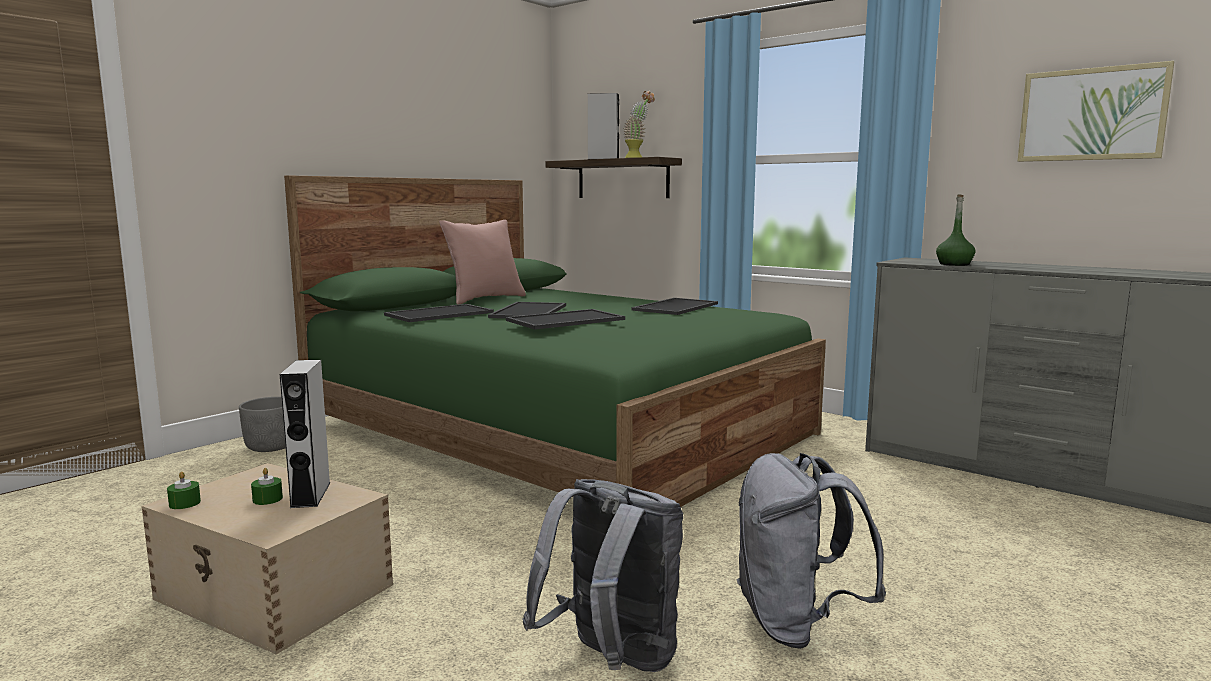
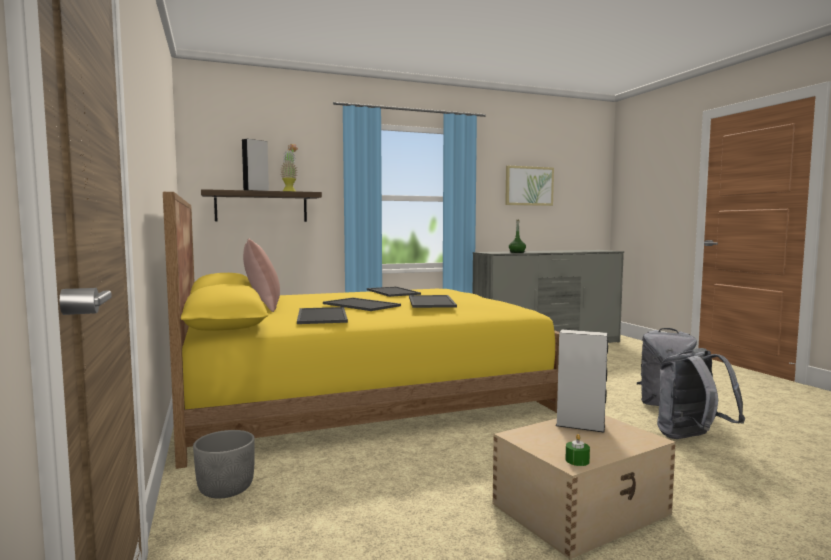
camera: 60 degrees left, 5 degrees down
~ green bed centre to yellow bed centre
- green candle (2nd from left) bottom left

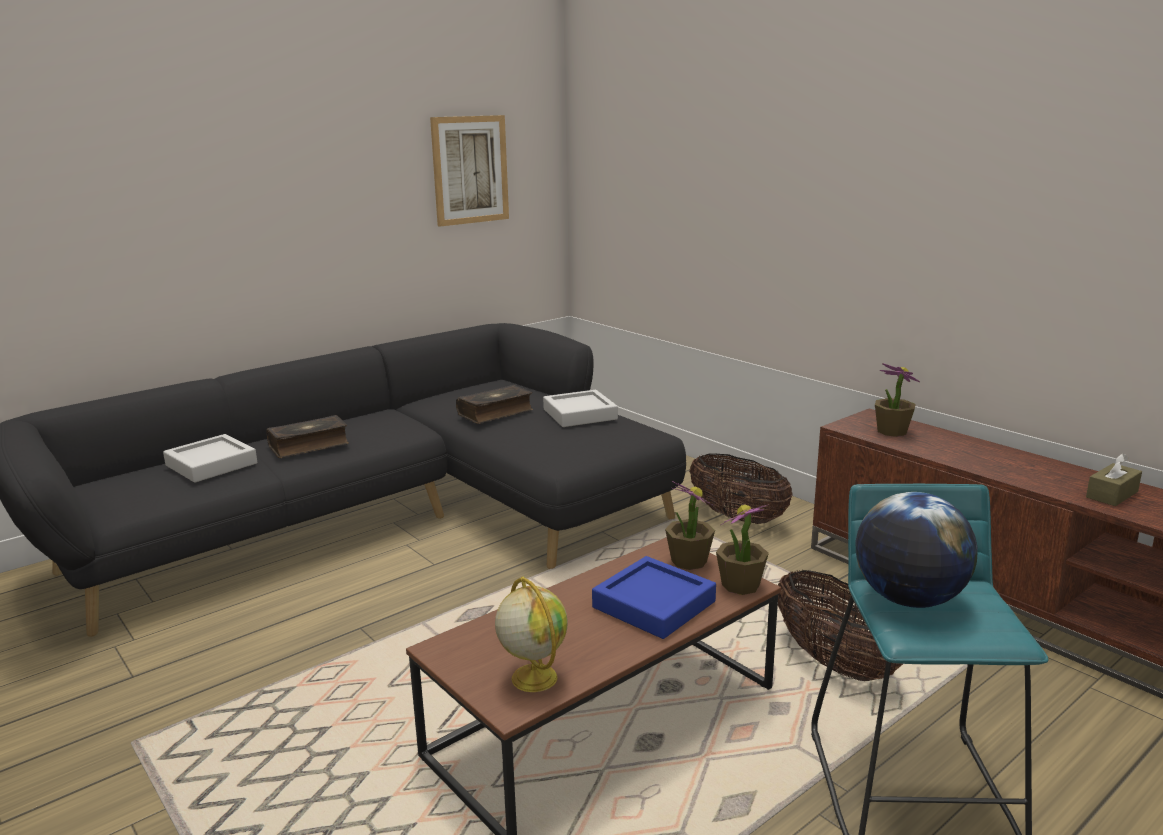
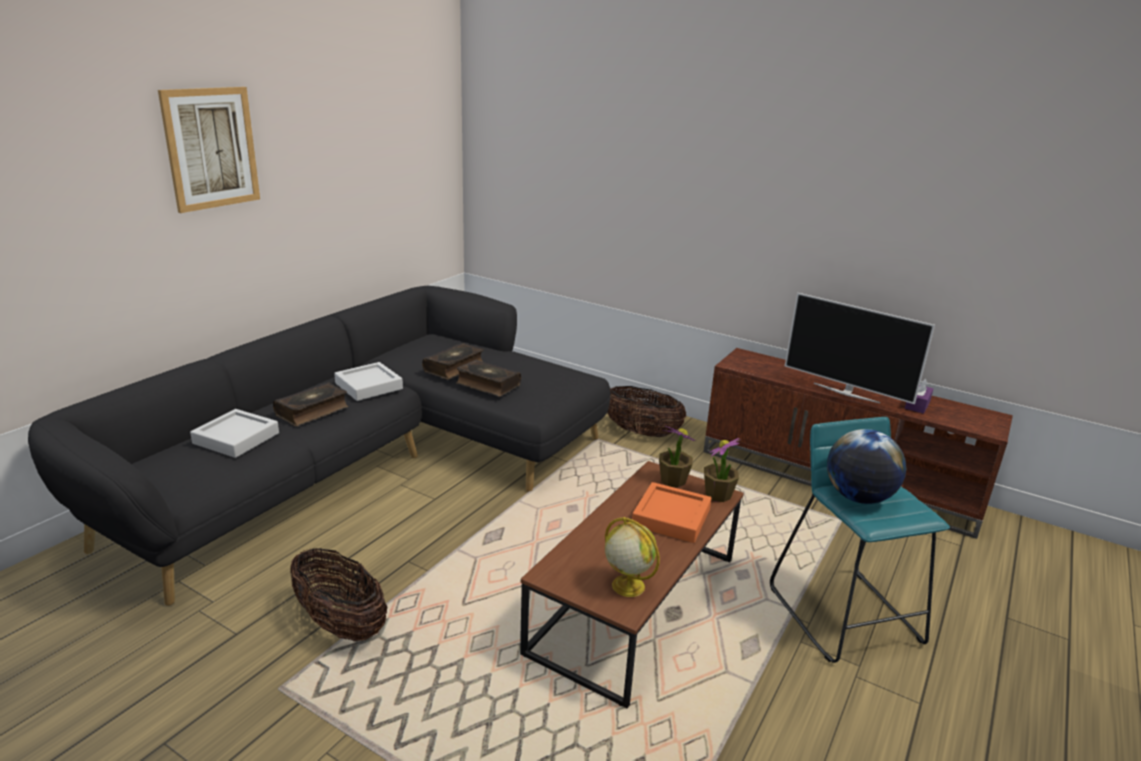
camera: 20 degrees left, 5 degrees up
~ picture top centre to top left
- potted plant (3rd from left) middle right
~ grey tray (2nd from left) centre to middle left
~ brown tissue box middle right to purple tissue box middle right
~ blue tray bottom centre to orange tray bottom centre
~ basket (2nd from left in the first image) bottom right to basket (1st from left) bottom left
+ television middle right
+ book (3rd from left) centre

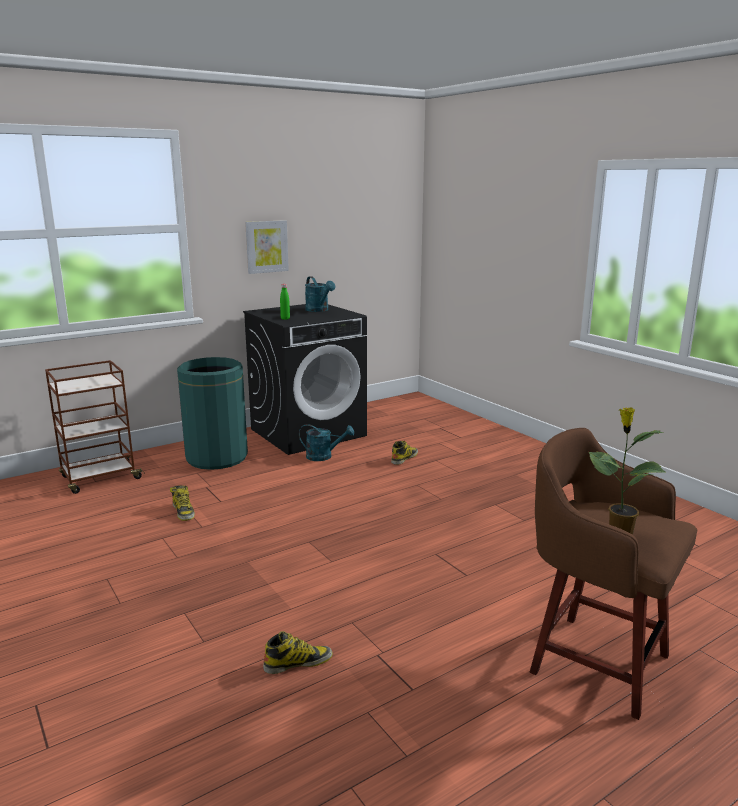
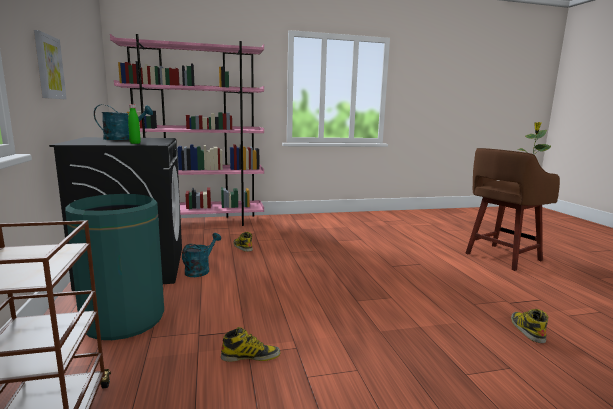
camera: 70 degrees left, 5 degrees down
+ pink bookcase top left

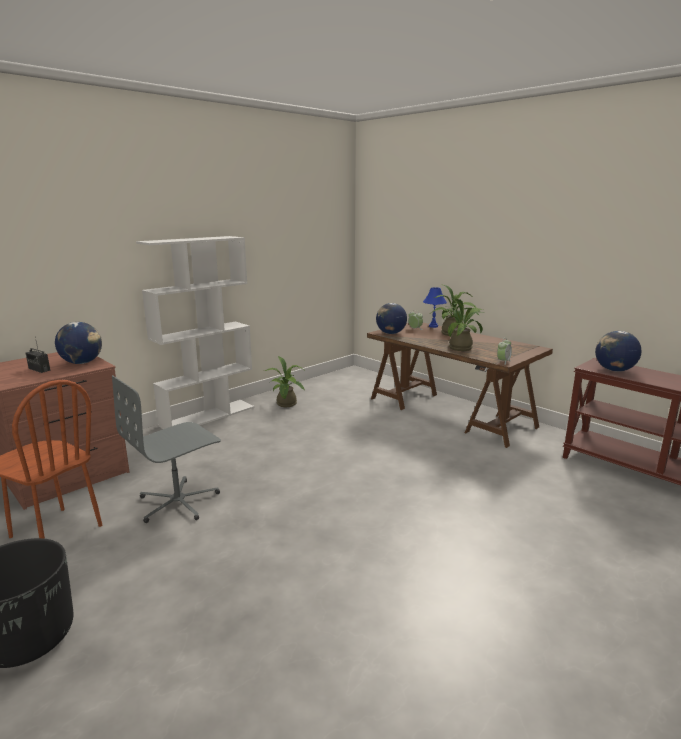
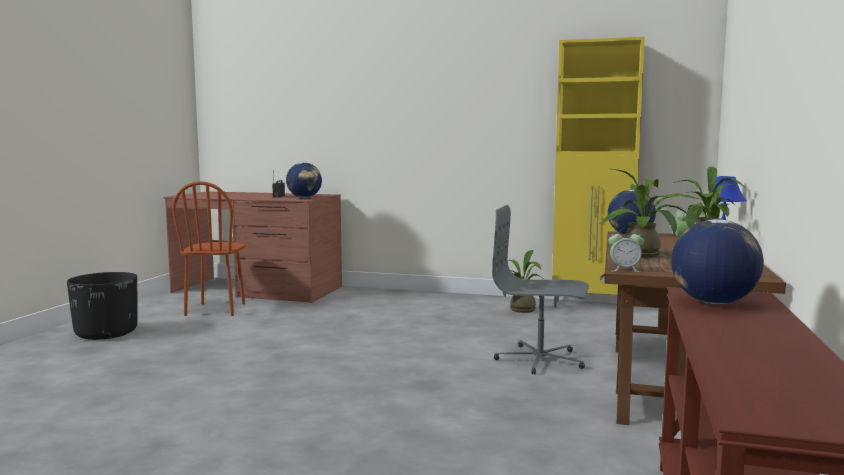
camera: 60 degrees right, 10 degrees down
- white bookcase middle left
~ grey office chair middle left to centre
+ yellow cabinet middle right

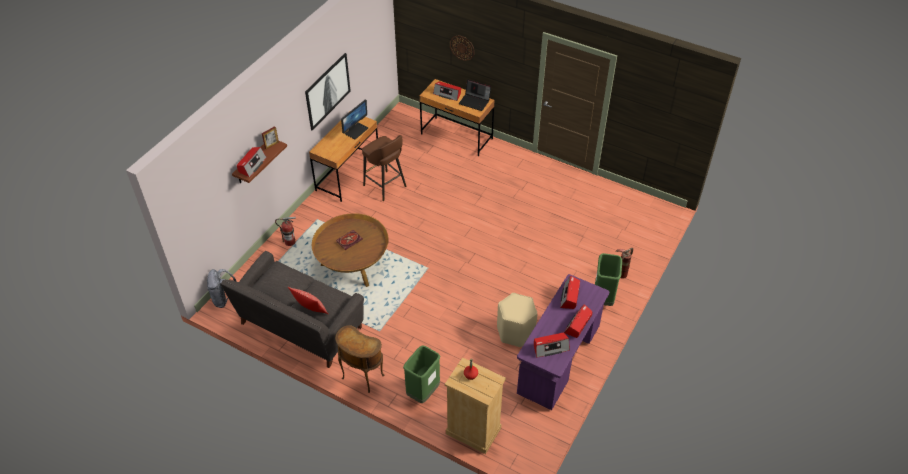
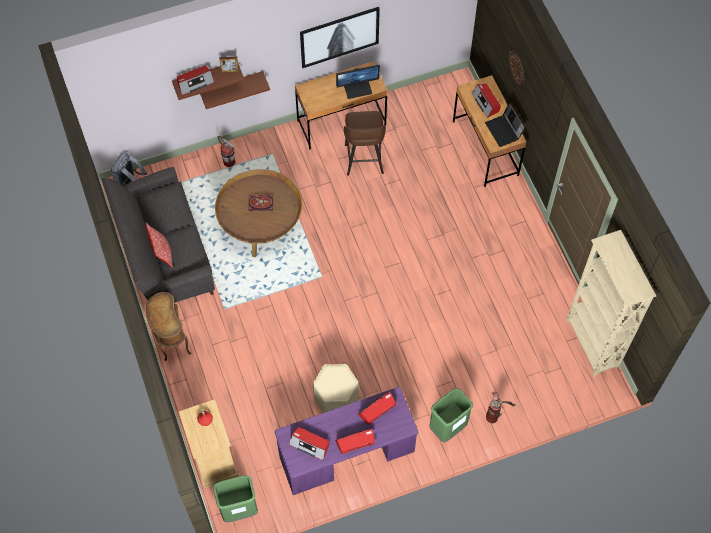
camera: 40 degrees right, 15 degrees up
~ green trash can (1st from left) bottom centre to bottom left
+ brown shelf (2nd from left) top left
+ beige bookcase middle right

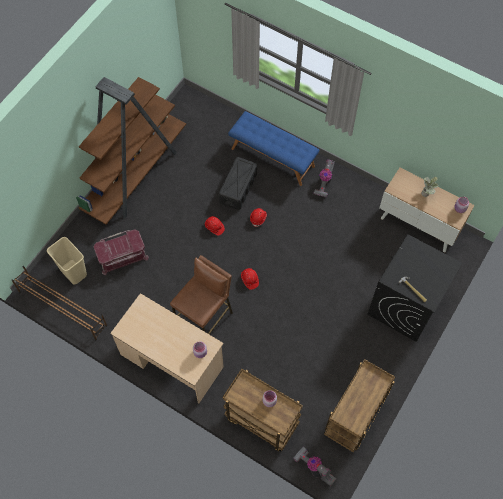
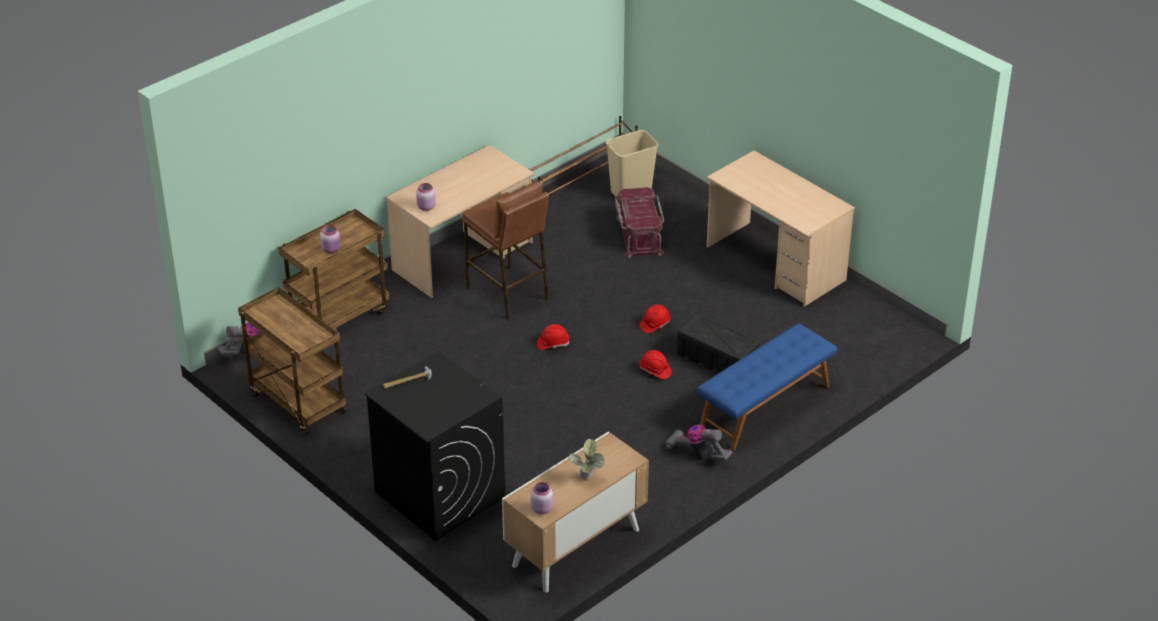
camera: 105 degrees right, 25 degrees down
~ brown bookcase top left to beige desk (2nd from left) middle right

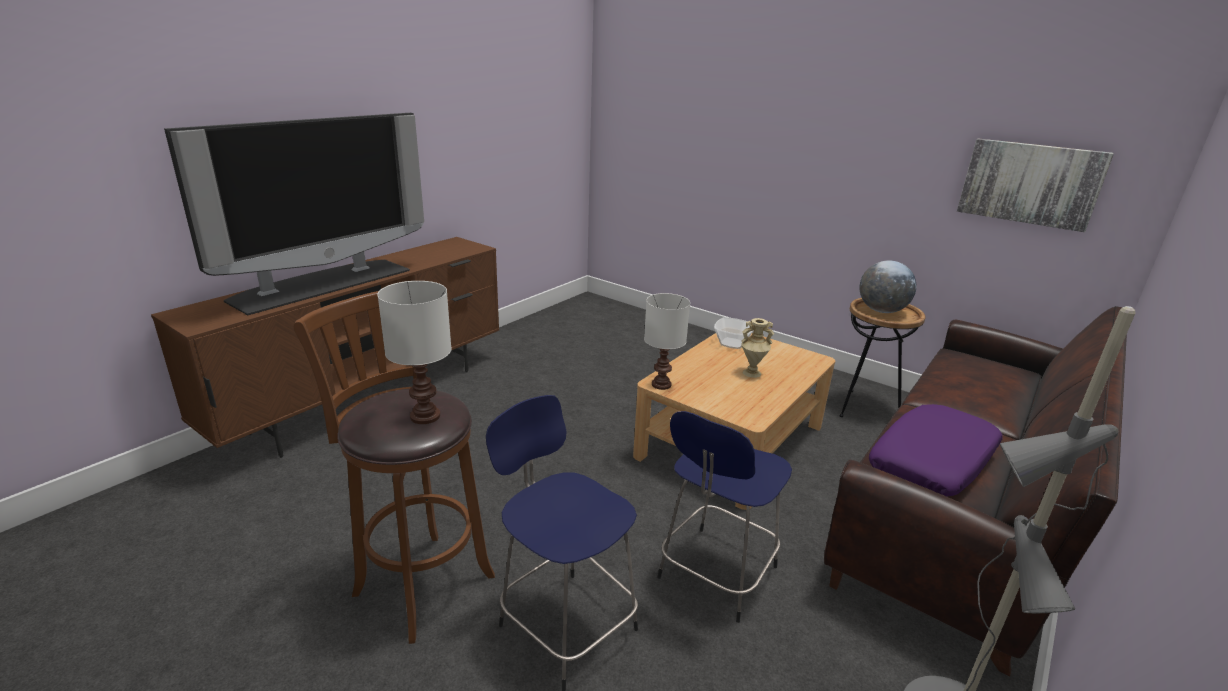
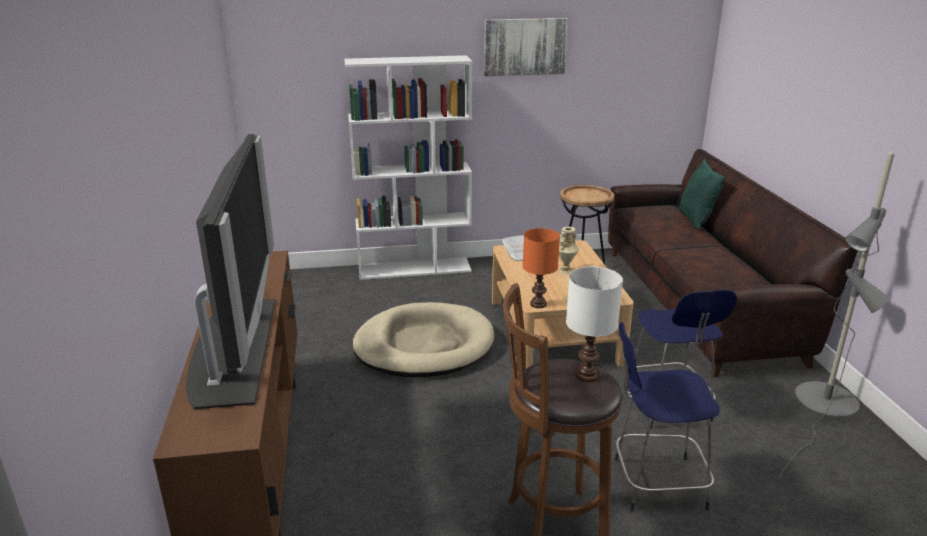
camera: 45 degrees left, 0 degrees up
~ picture top right to top centre
- globe middle right
~ white table lamp (2nd from left) centre to orange table lamp centre
- purple pillow middle right
+ white bookcase top centre
+ green pillow middle right
+ beige dog bed centre

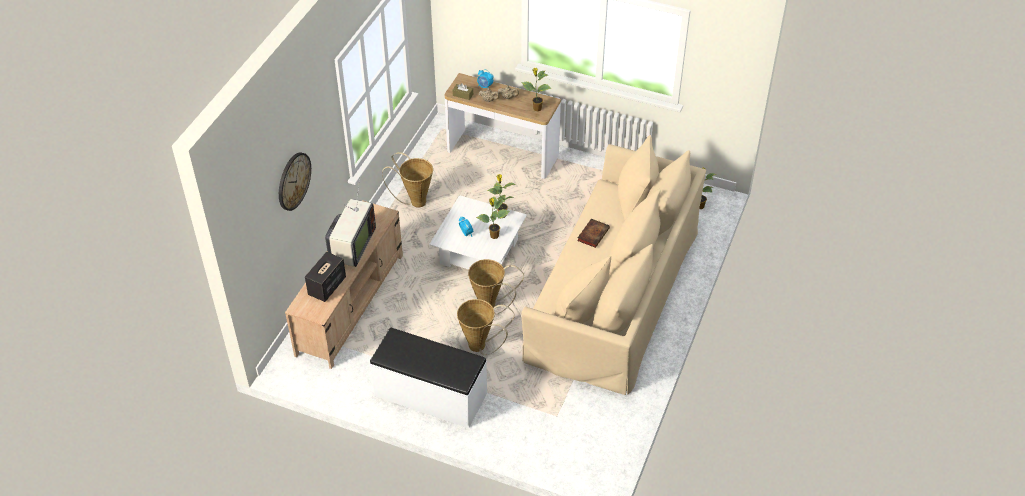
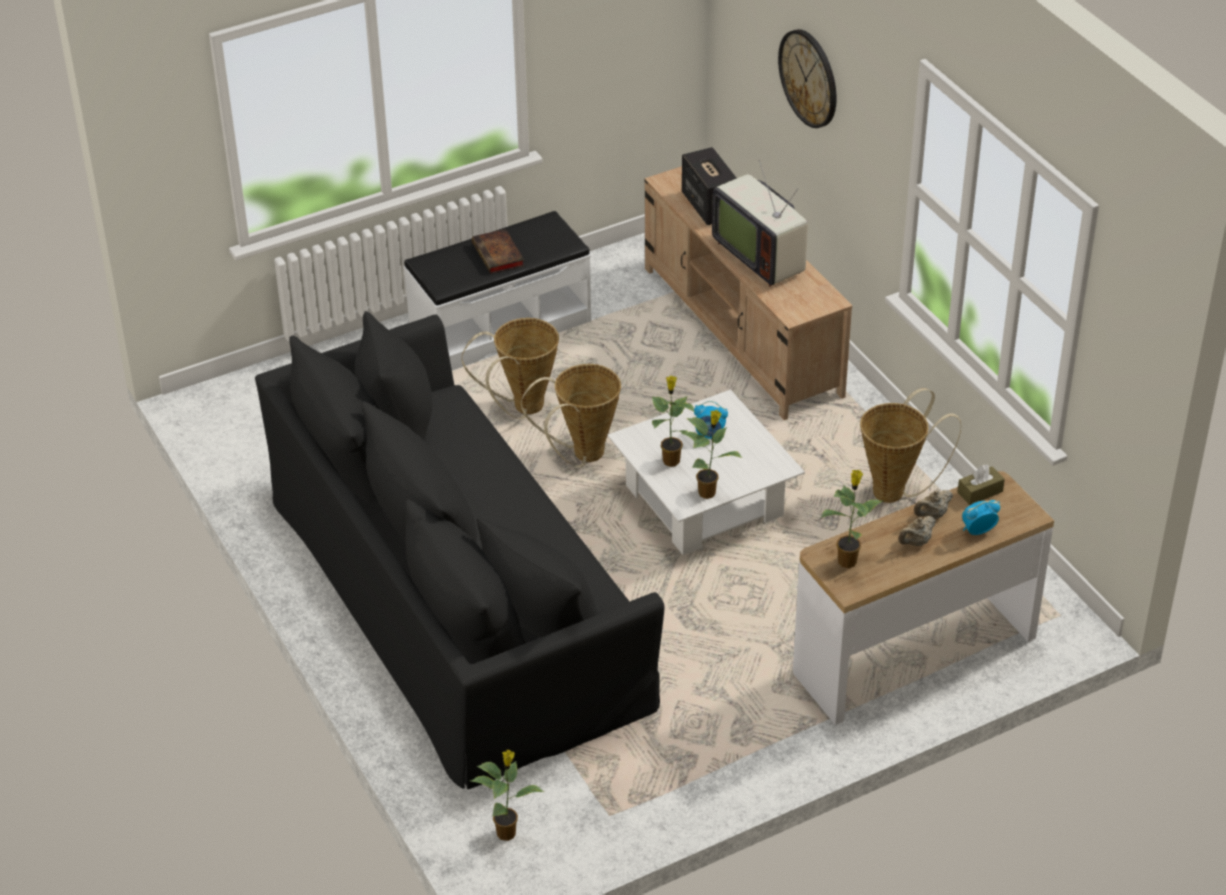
camera: 130 degrees right, 5 degrees down
~ beige sofa centre to black sofa centre
~ book centre to top centre

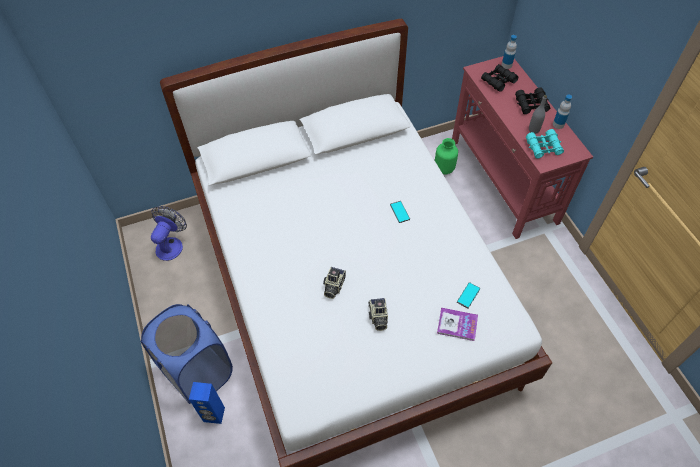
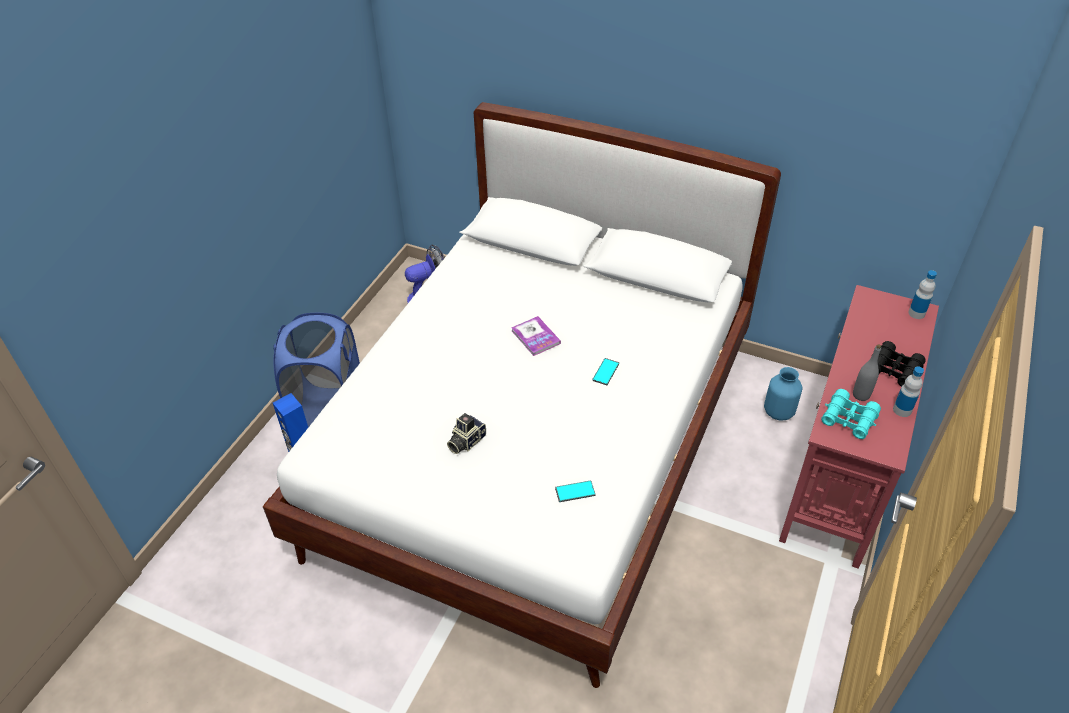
camera: 45 degrees right, 10 degrees down
- black binoculars (1st from left) top right
~ green vase centre to blue vase middle right
- photo camera (1st from left) centre
~ book bottom centre to centre

